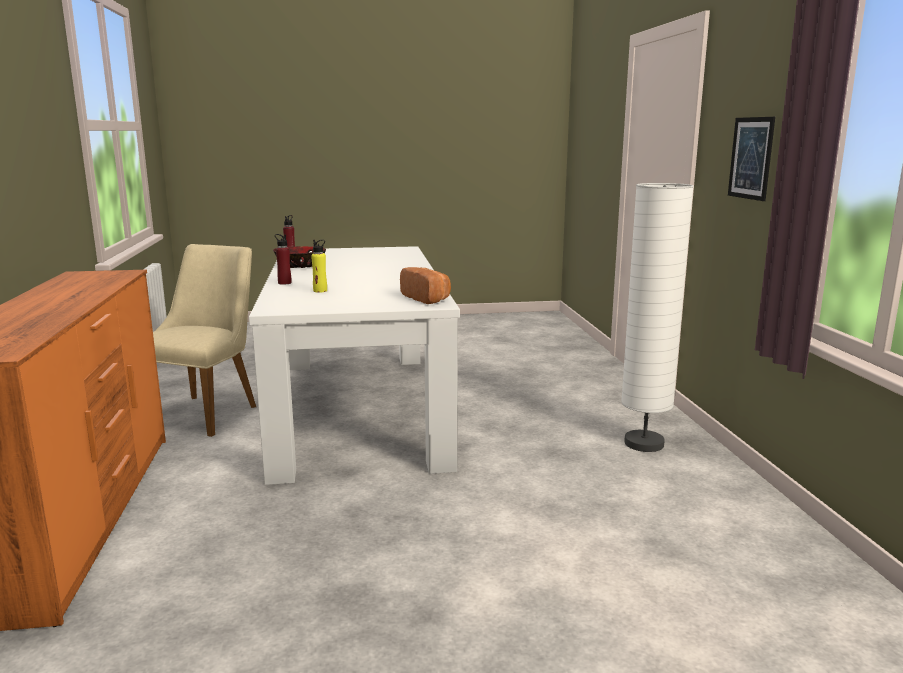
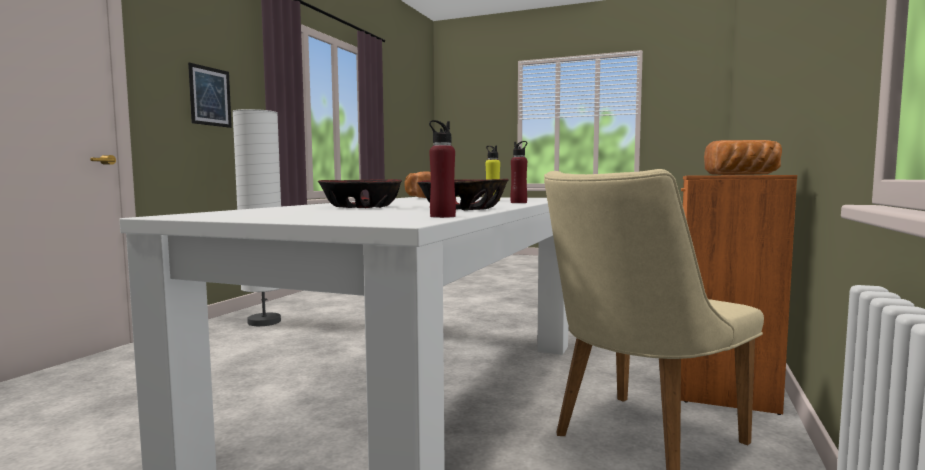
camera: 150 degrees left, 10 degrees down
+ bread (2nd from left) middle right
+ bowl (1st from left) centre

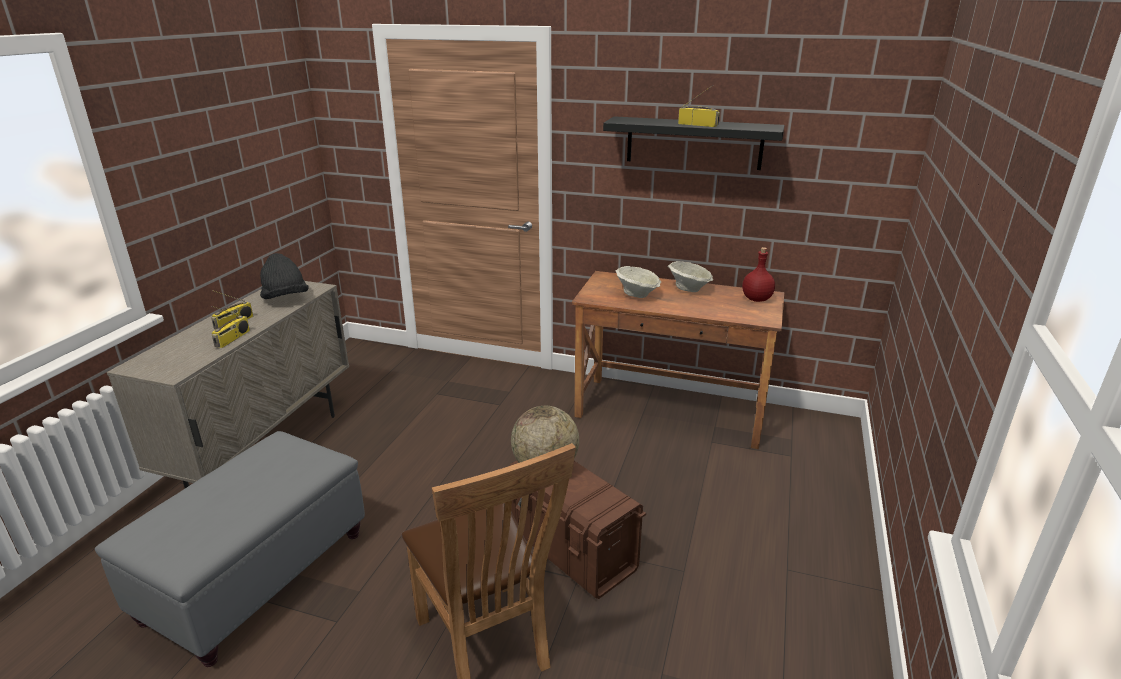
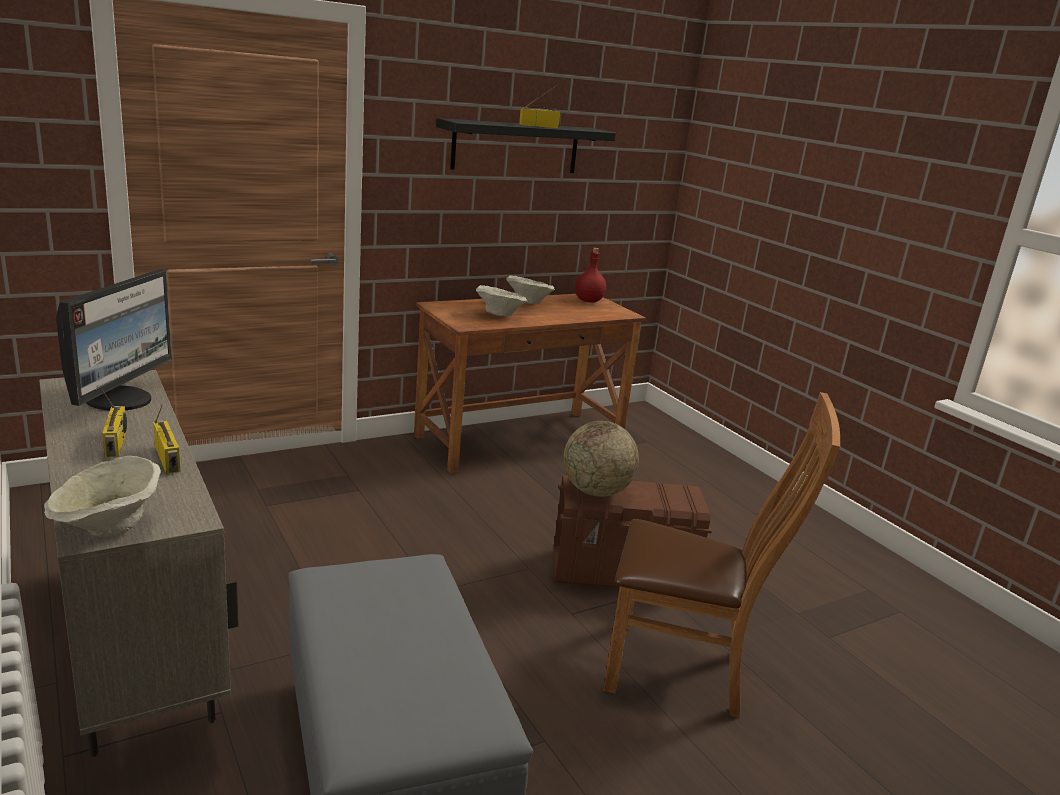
camera: 50 degrees left, 5 degrees down
~ black hat middle left to monitor middle left
+ beige bowl (1st from left) middle left

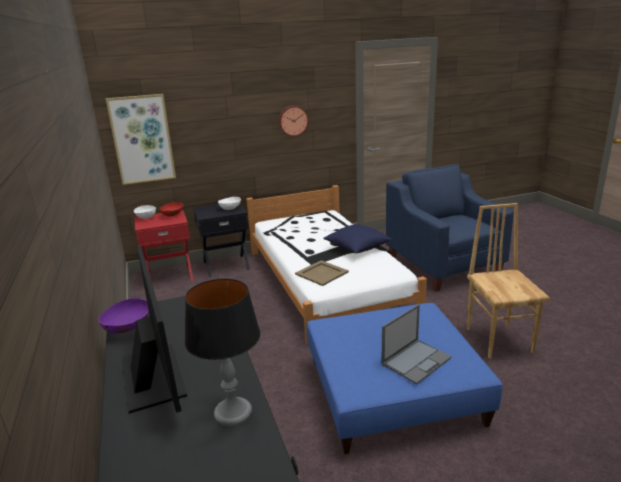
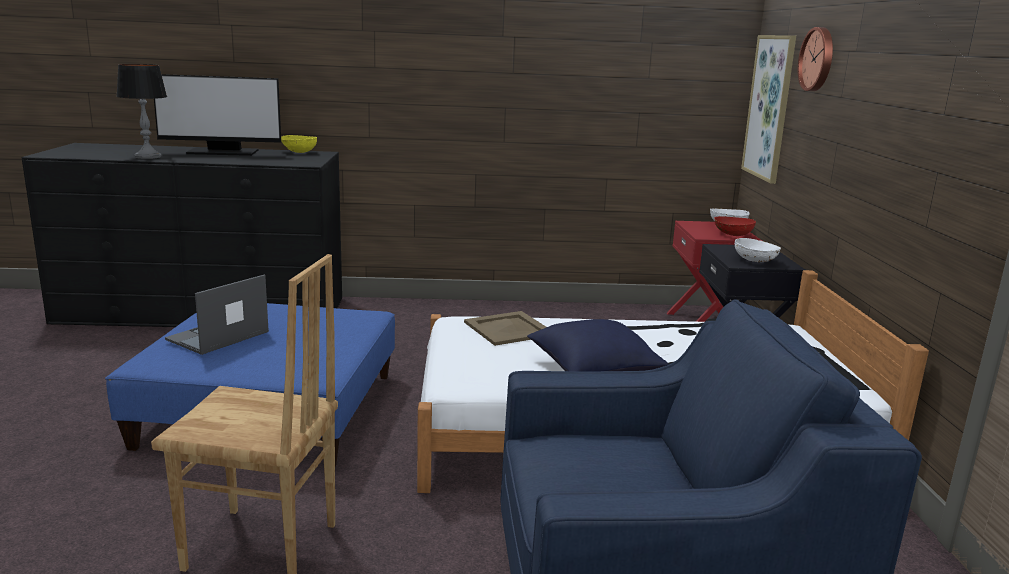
camera: 105 degrees right, 5 degrees down
~ wall clock top centre to top right
~ purple bowl middle left to yellow bowl top left
~ laptop bottom right = middle left 60 degrees clockwise

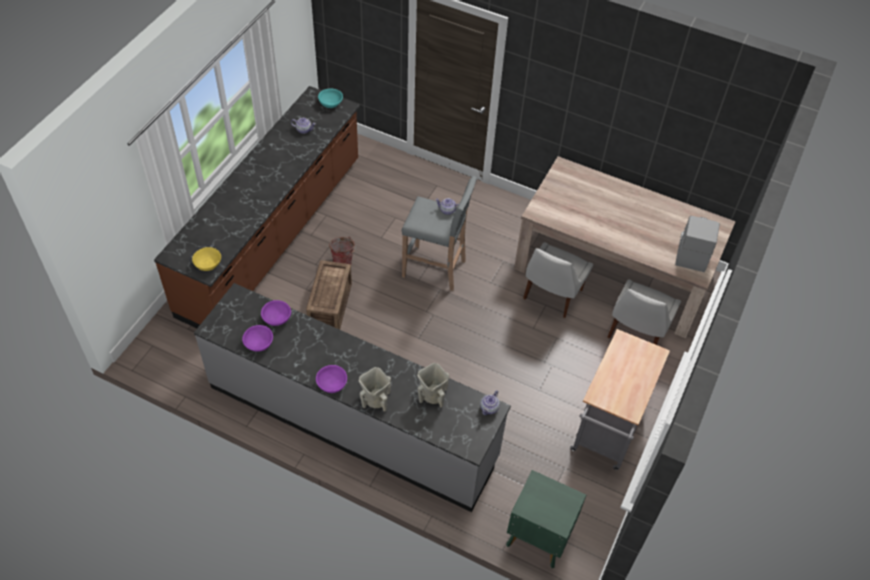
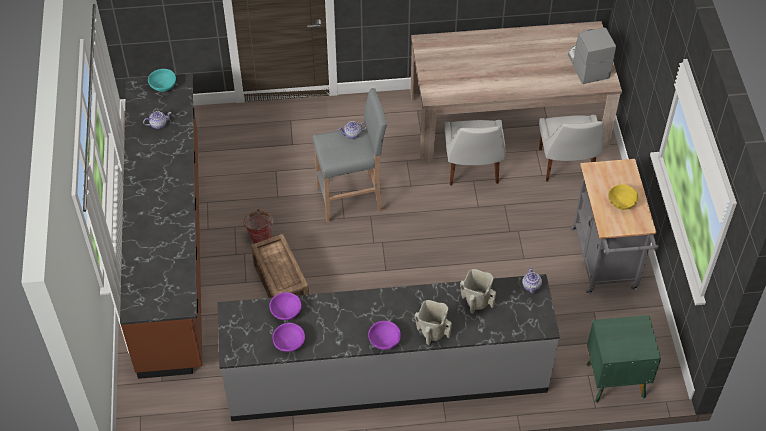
camera: 30 degrees left, 0 degrees up
~ yellow bowl middle left to middle right

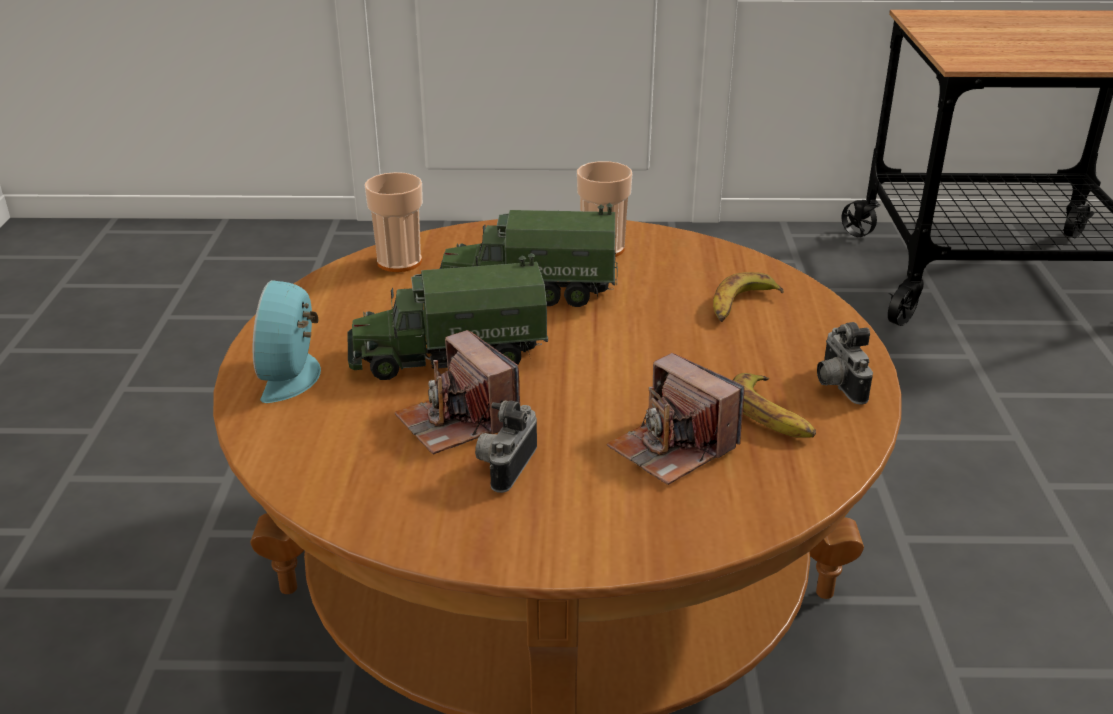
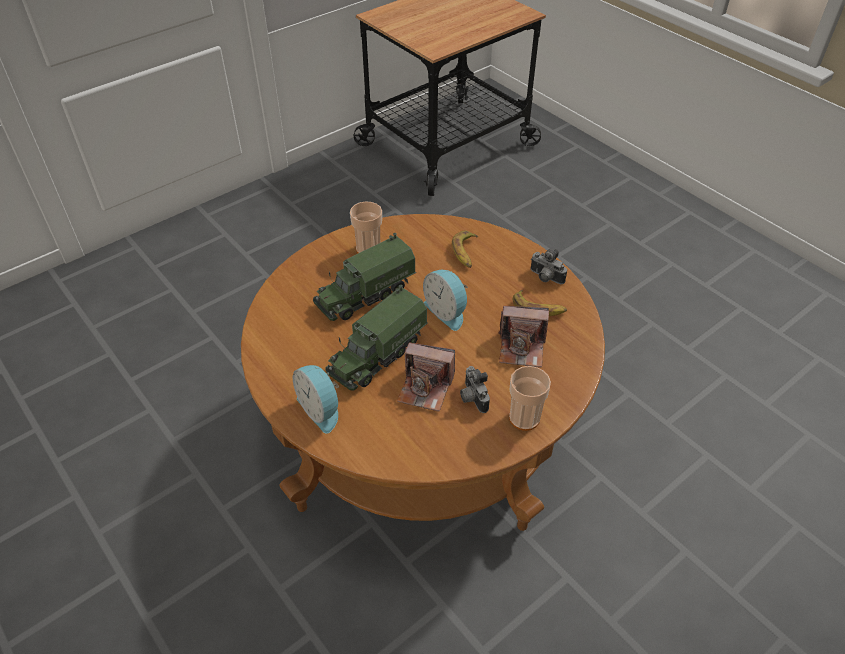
camera: 40 degrees left, 15 degrees up
~ cup (1st from left in the first image) top centre to cup (2nd from left) centre
+ alarm clock (2nd from left) centre

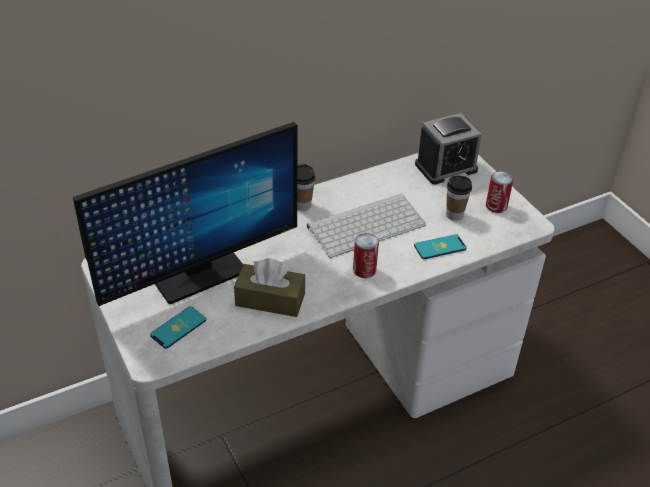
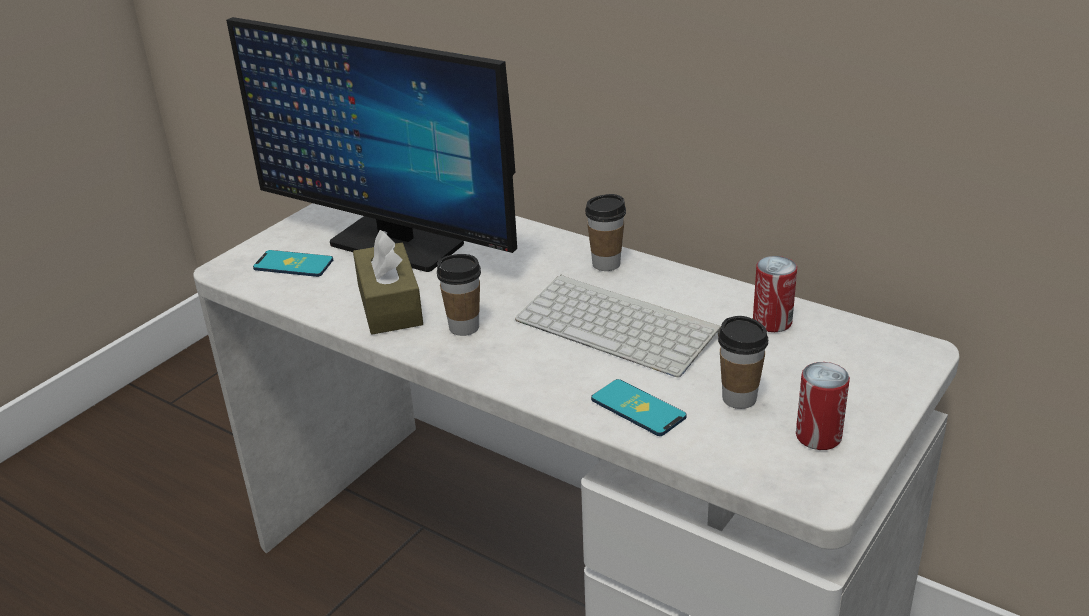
camera: 65 degrees right, 10 degrees down
- alarm clock top right
~ can (1st from left) centre to middle right
+ cup (1st from left) centre

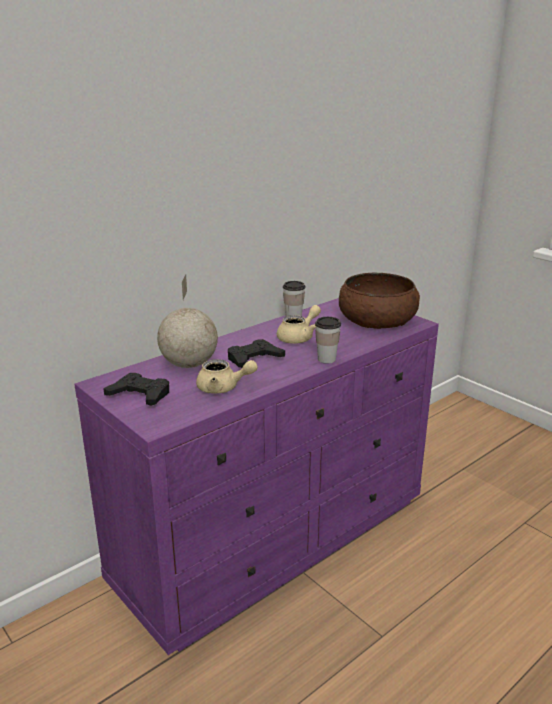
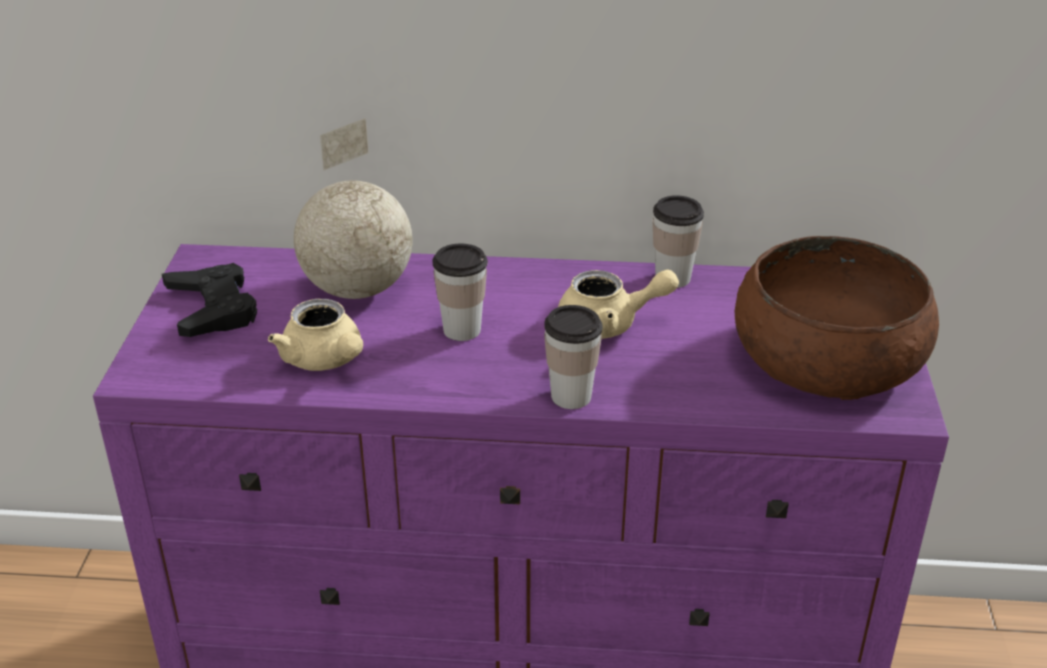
camera: 45 degrees right, 10 degrees up
~ black game controller (2nd from left) centre to cup (1st from left) centre

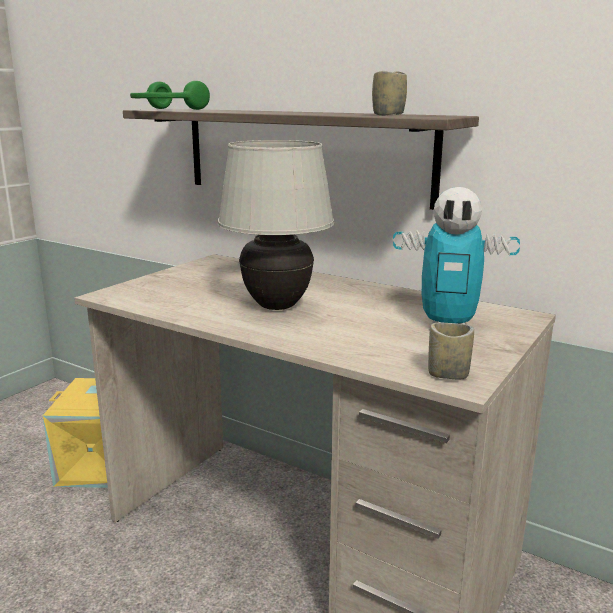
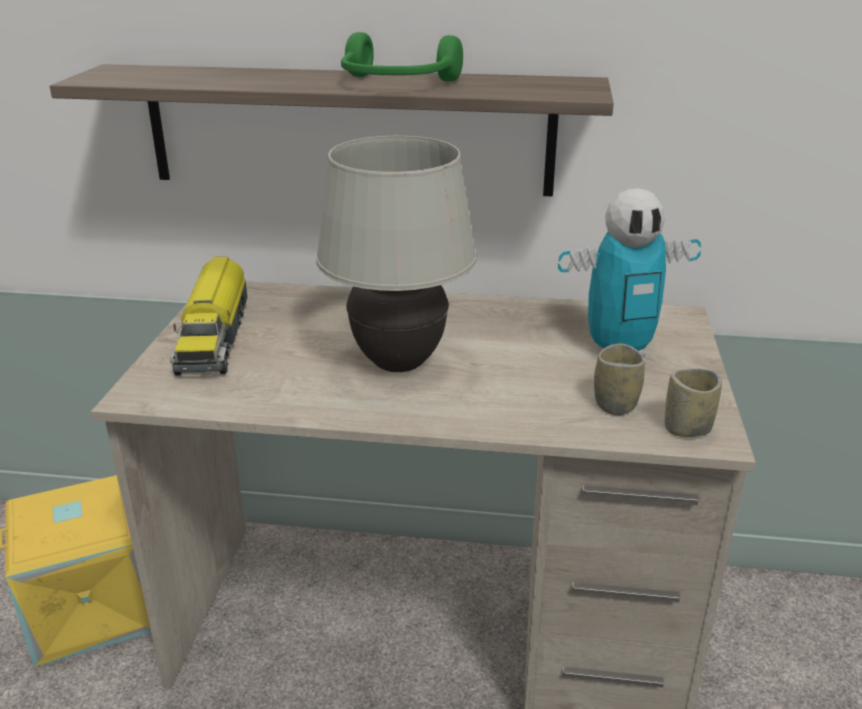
camera: 25 degrees left, 10 degrees up
~ cup (1st from left) top centre to middle right
~ green headphones top left to top centre
+ toy truck middle left

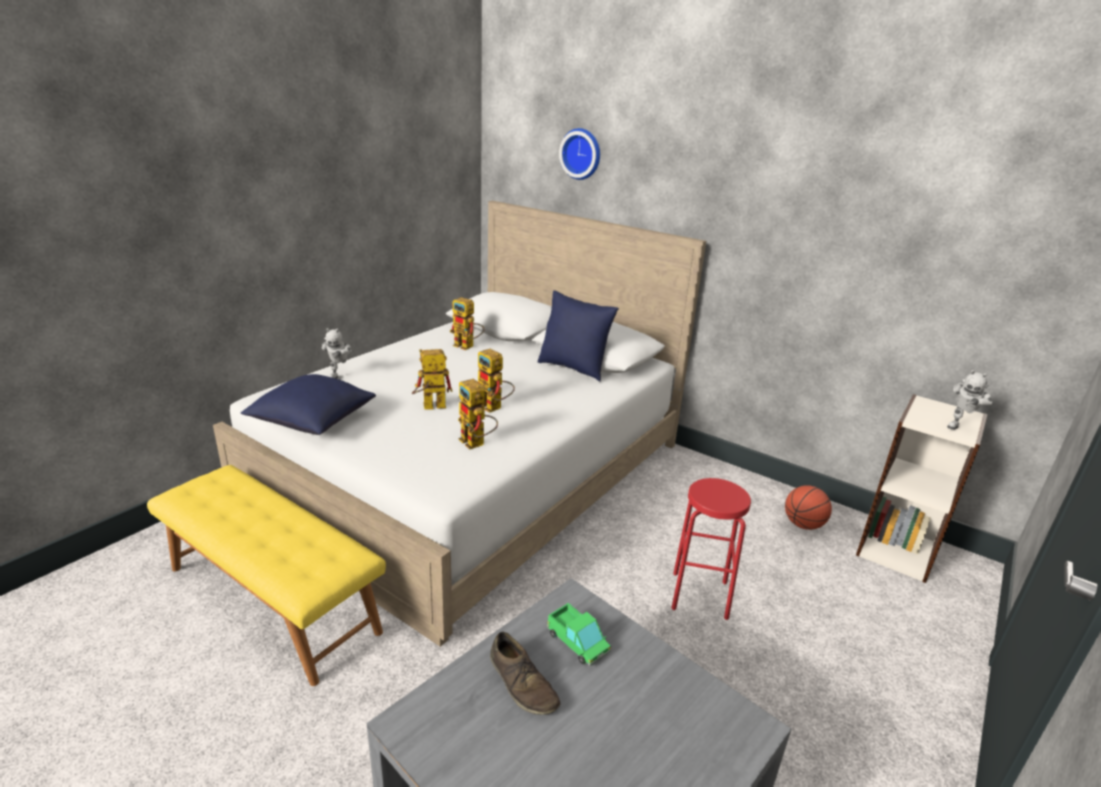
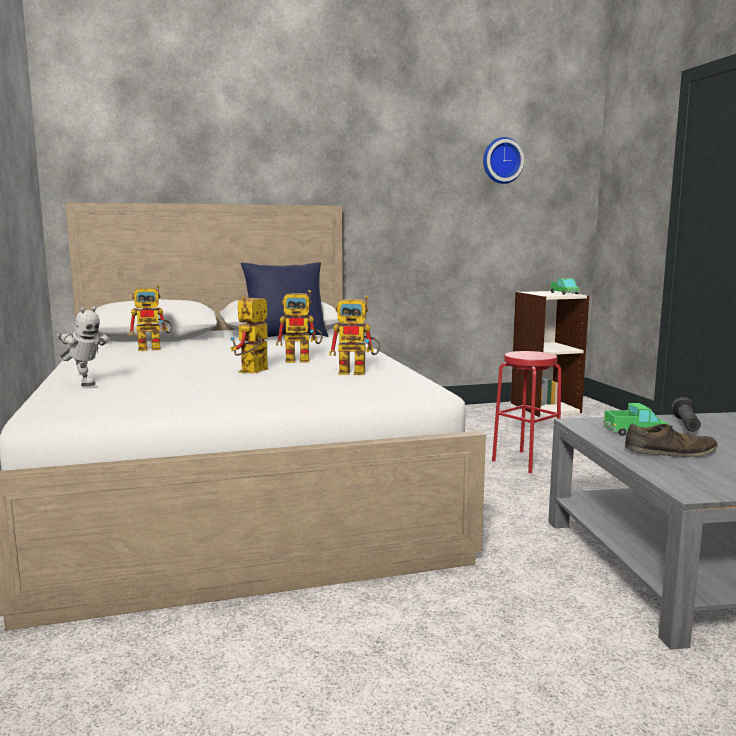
camera: 50 degrees left, 15 degrees down
~ wall clock top centre to top right
~ toy robot (6th from left) middle right to toy truck (1st from left) middle right
- blue pillow (1st from left) middle left
- yellow bench bottom left
- basketball middle right
+ black flashlight middle right

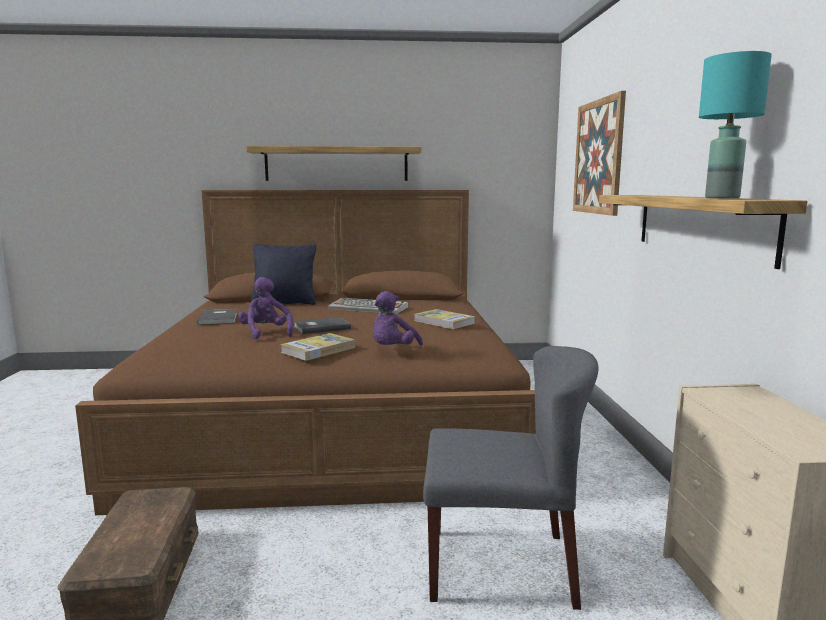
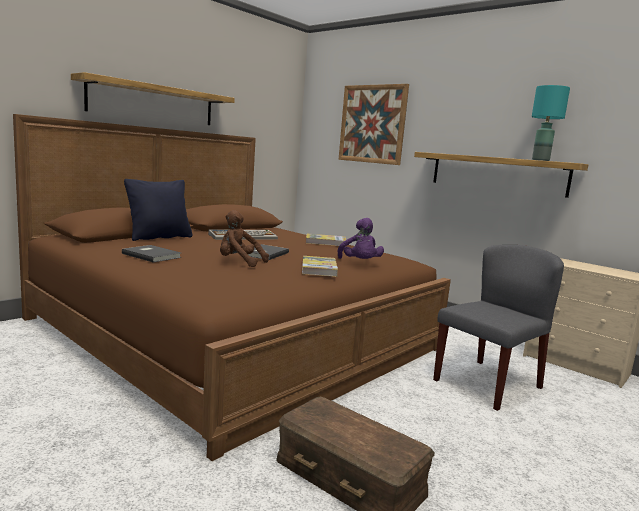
camera: 45 degrees left, 0 degrees up
~ purple plush toy (1st from left) middle left to brown plush toy centre

